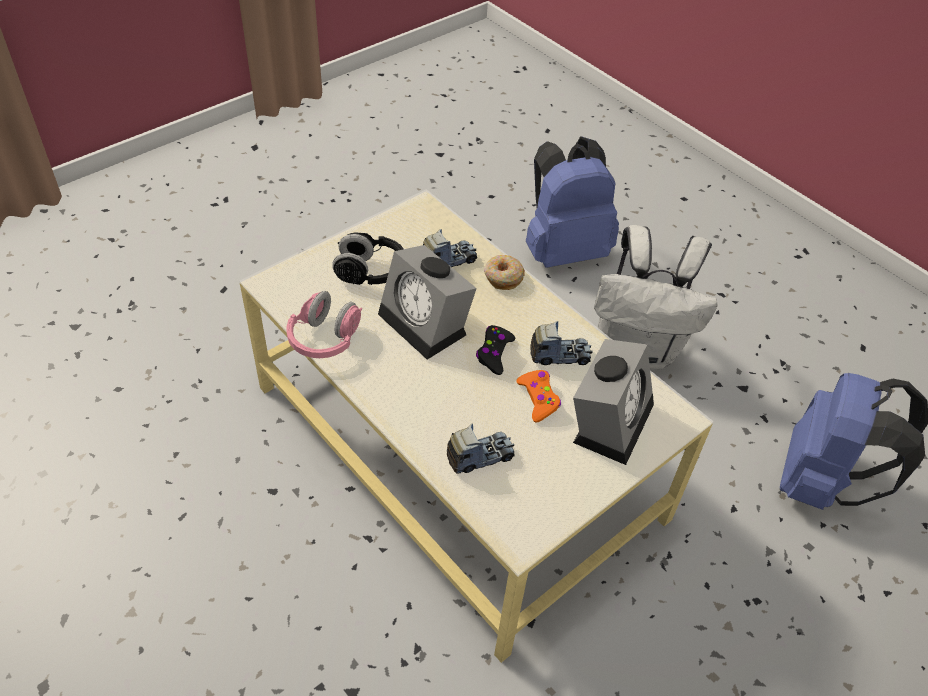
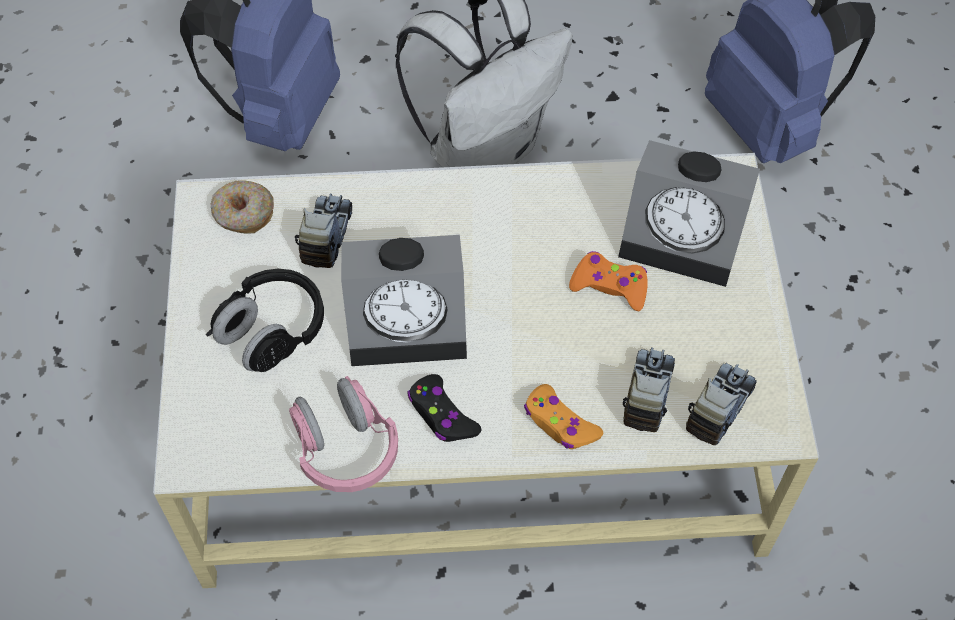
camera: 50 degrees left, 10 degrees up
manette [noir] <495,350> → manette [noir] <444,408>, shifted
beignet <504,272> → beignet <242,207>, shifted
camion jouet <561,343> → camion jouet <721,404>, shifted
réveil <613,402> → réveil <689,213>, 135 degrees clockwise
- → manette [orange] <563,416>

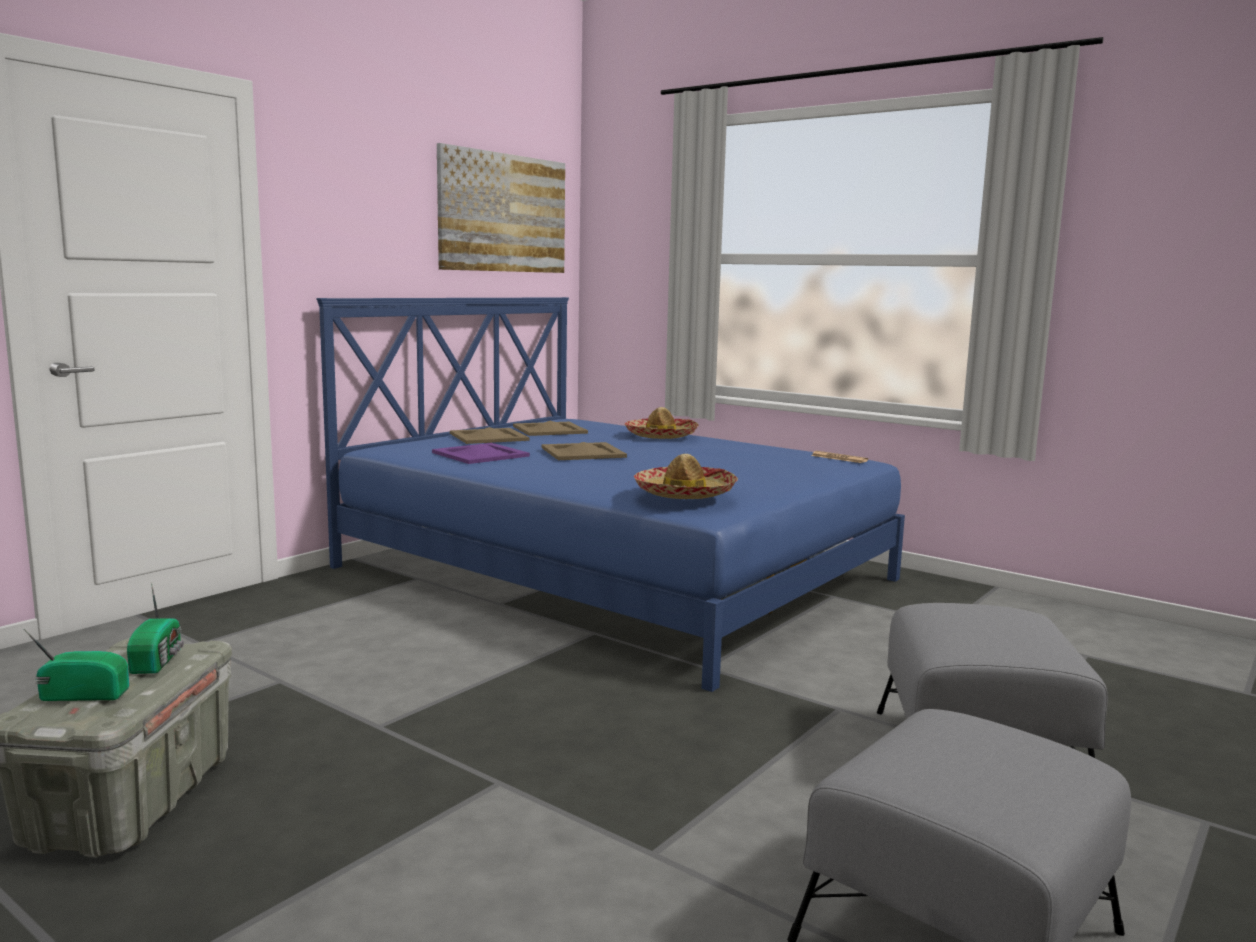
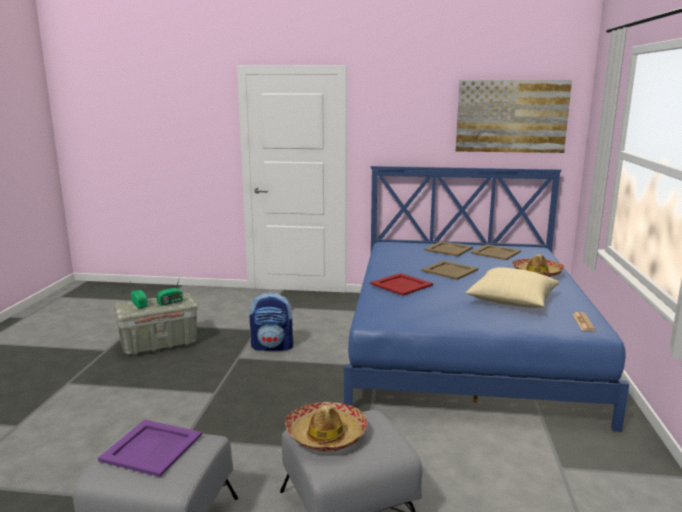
camera: 60 degrees right, 5 degrees up
plateau [violet] <481,453> → plateau [violet] <150,448>, shifted
chapeau <686,476> → chapeau <326,427>, shifted
- → sac à dos <272,321>
- → plateau [rouge] <401,284>
- → coussin [beige] <512,287>

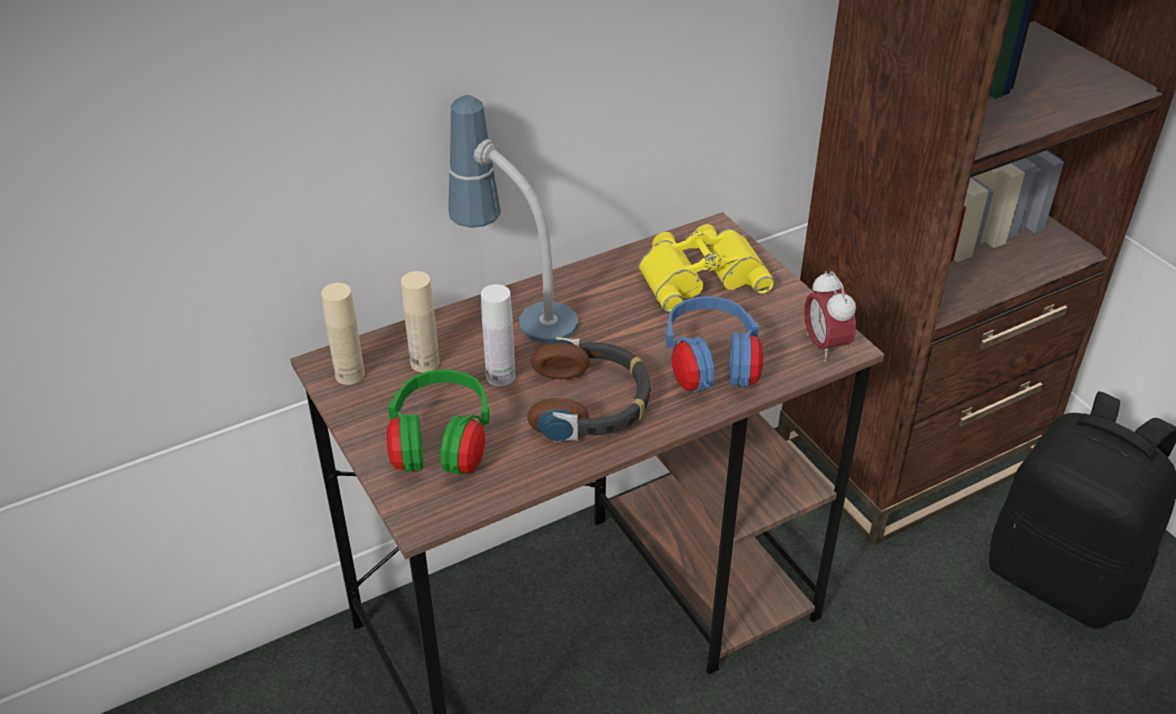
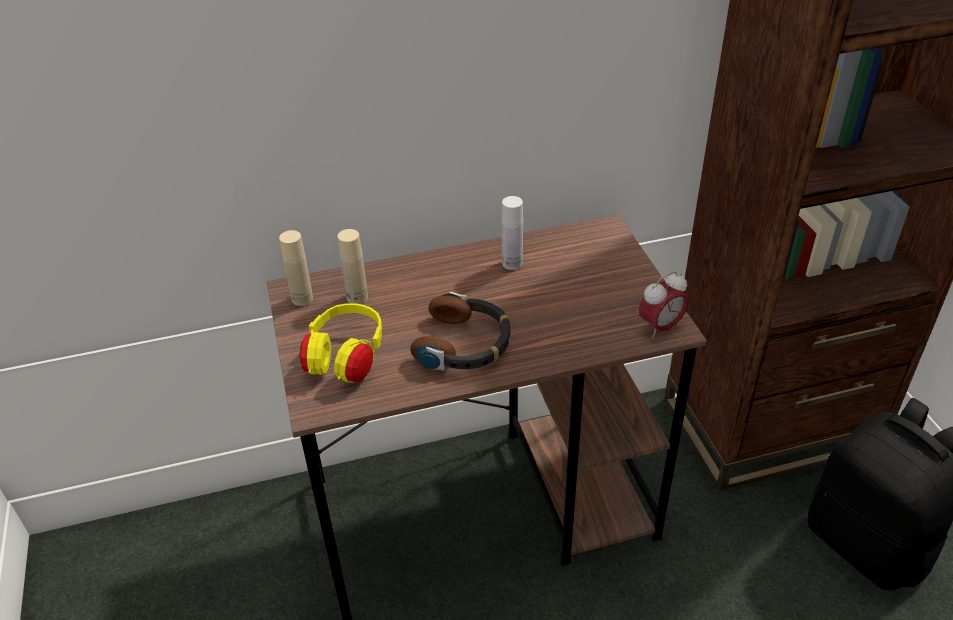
camera: 15 degrees right, 0 degrees up
casque audio [vert] <438,422> → casque audio [jaune] <341,343>
lampe de table <513,219> → -
bouteille [blanc] <498,335> → bouteille [blanc] <512,233>, shifted
jumelles [jaune] <707,268> → -
casque audio [bleu] <714,344> → -
réveil <830,316> → réveil <663,304>, 120 degrees counterclockwise

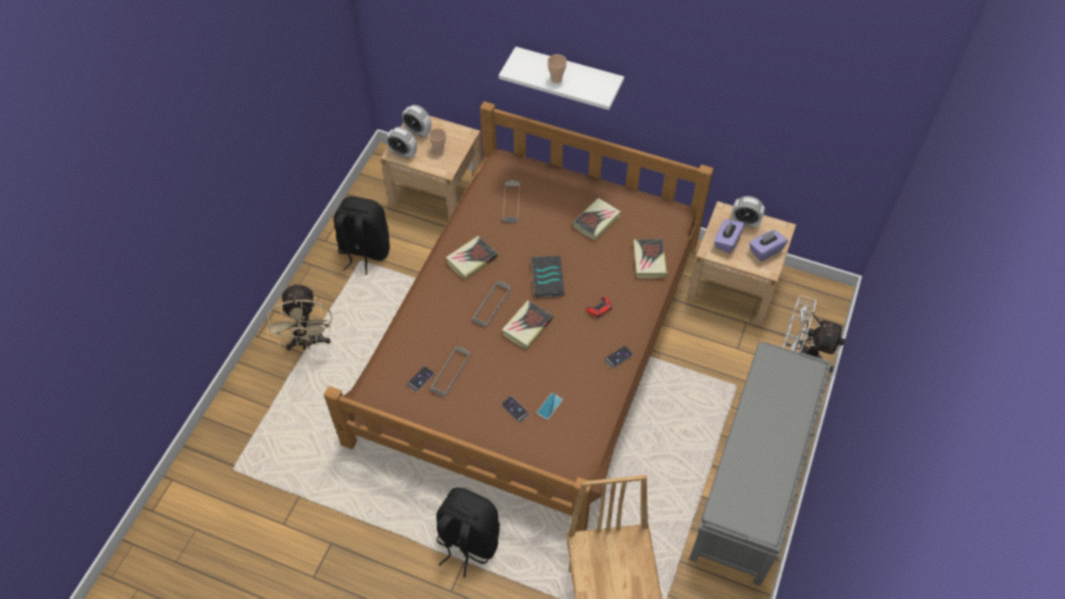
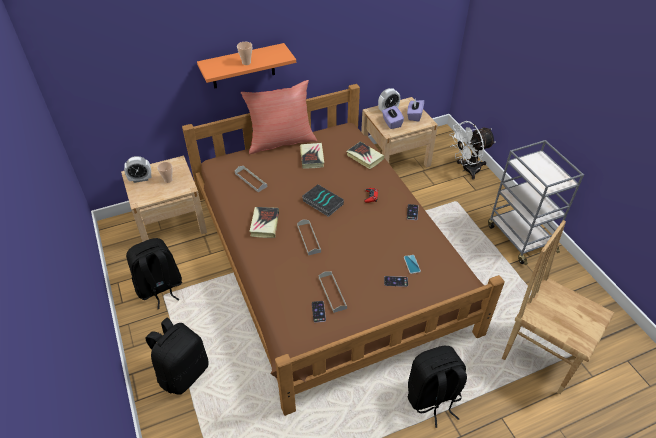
camera: 45 degrees left, 10 degrees down
ventilateur [beige] <298,316> → sac à dos [noir] <177,356>
réveil <401,143> → -
étagère [blanc] <561,78> → étagère [orange] <246,66>
livre <527,325> → -
banc [gris] <760,464> → chariot [gris] <536,202>
- → coussin [rouge] <279,117>

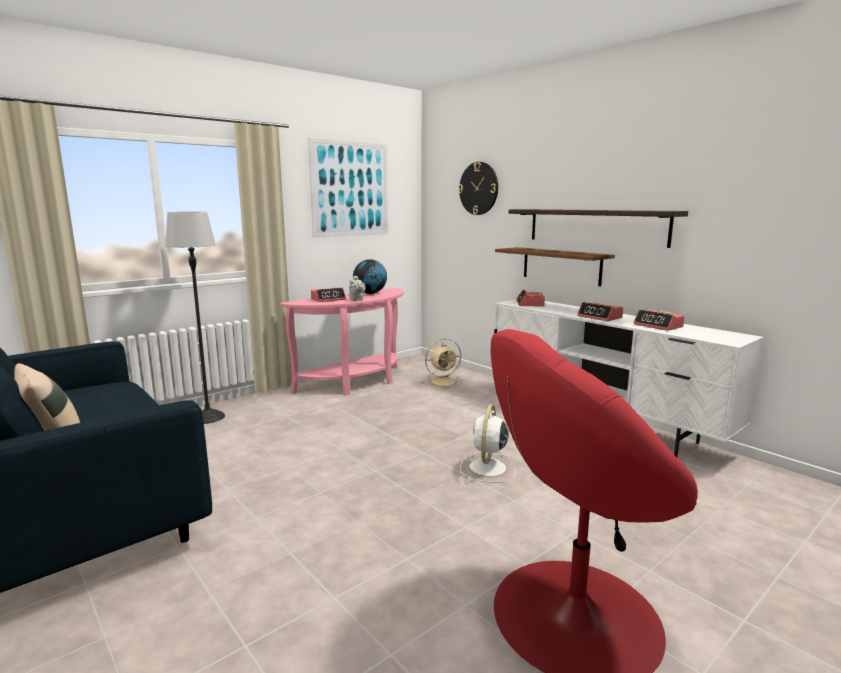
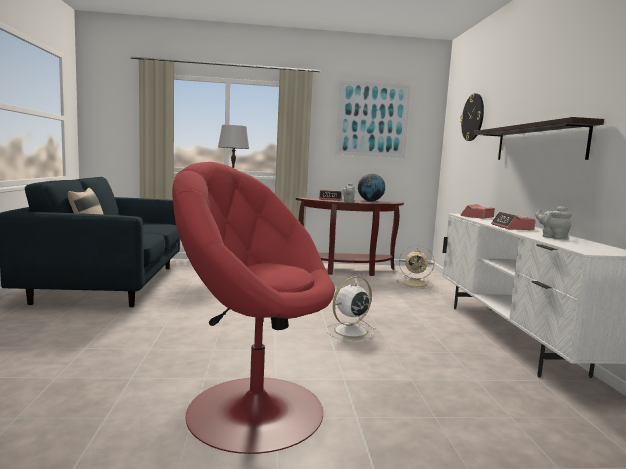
camera: 35 degrees right, 5 degrees down
table console [rose] <341,341> → table console [marron] <350,236>
étagère [marron] <555,266> → -
réveil <659,320> → théière [gris] <553,222>

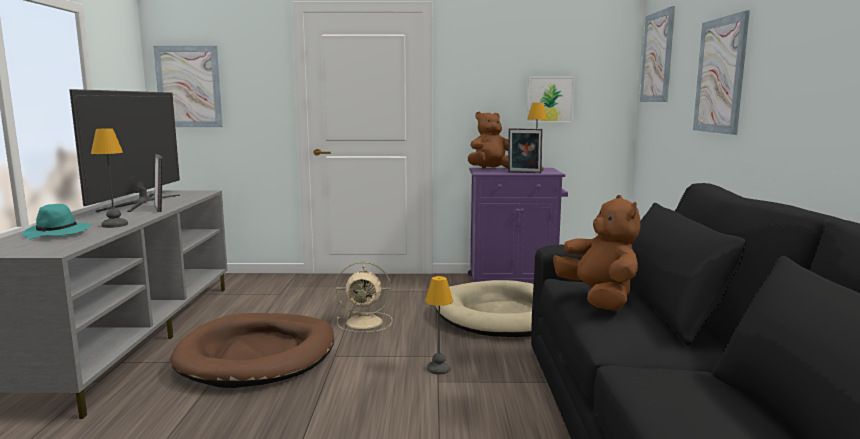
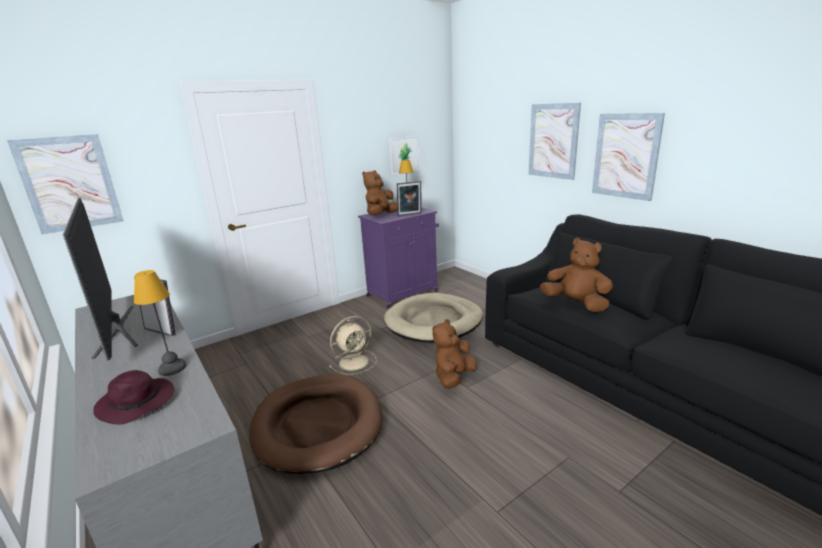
camera: 35 degrees left, 10 degrees up
chapeau [turquoise] <56,221> → chapeau [violet] <133,397>
lampe de table <439,325> → peluche [marron] <454,354>
tableau <657,54> → tableau <628,157>, shifted

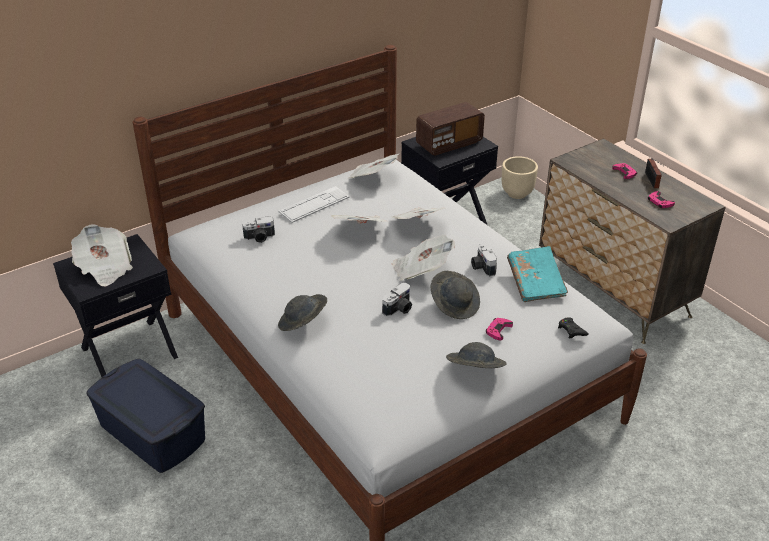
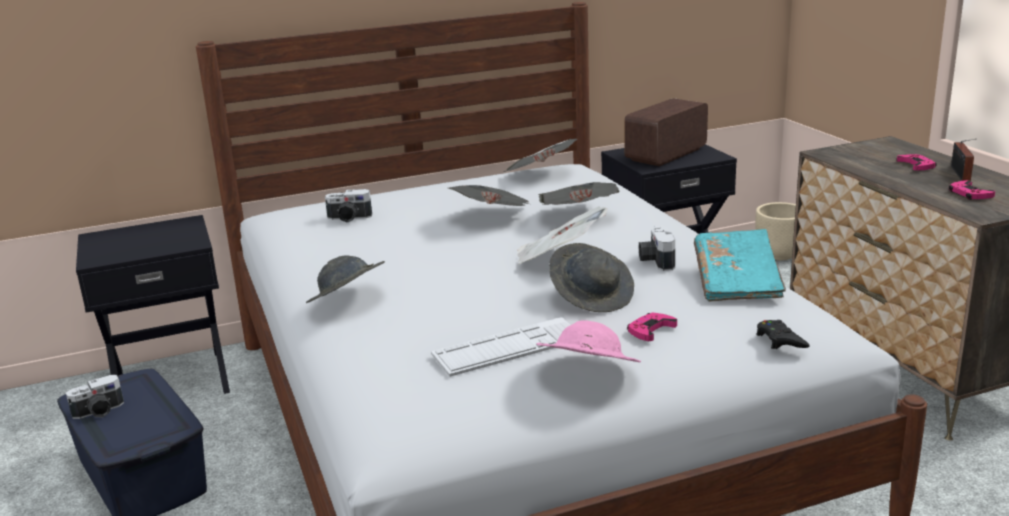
camera: 15 degrees right, 15 degrees down
journal <102,255> → -
clavier <313,204> → clavier <500,347>, shifted
appareil photo <397,299> → appareil photo <95,397>, shifted
radio <450,129> → radio <666,132>, 150 degrees clockwise
chapeau [gris] <476,355> → chapeau [rose] <588,341>

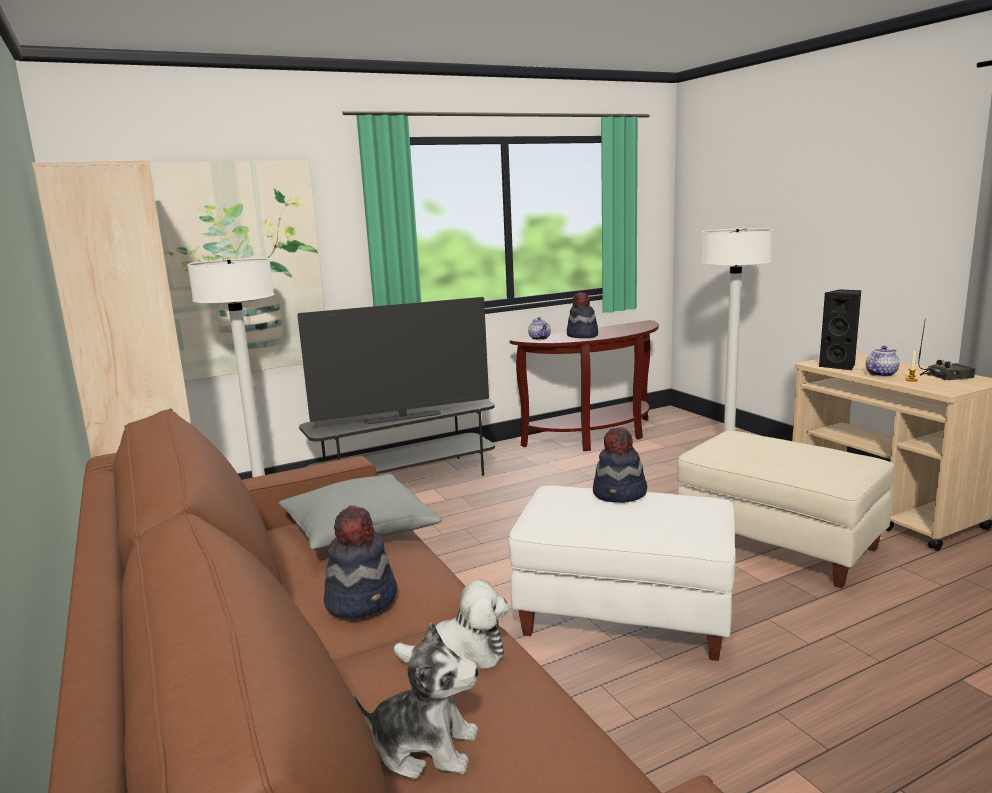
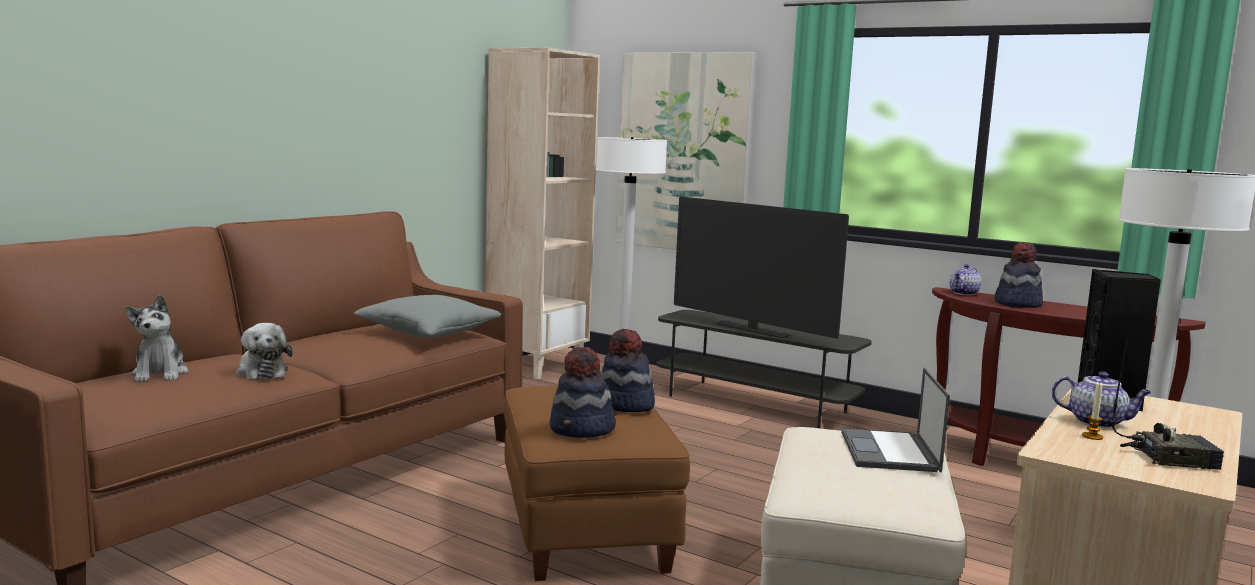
camera: 60 degrees right, 5 degrees down
chapeau <360,561> → chapeau <582,392>, shifted
pouf [blanc] <622,573> → pouf [marron] <597,483>
radio <946,349> → radio <1168,404>, 45 degrees counterclockwise
- → ordinateur portable <895,420>

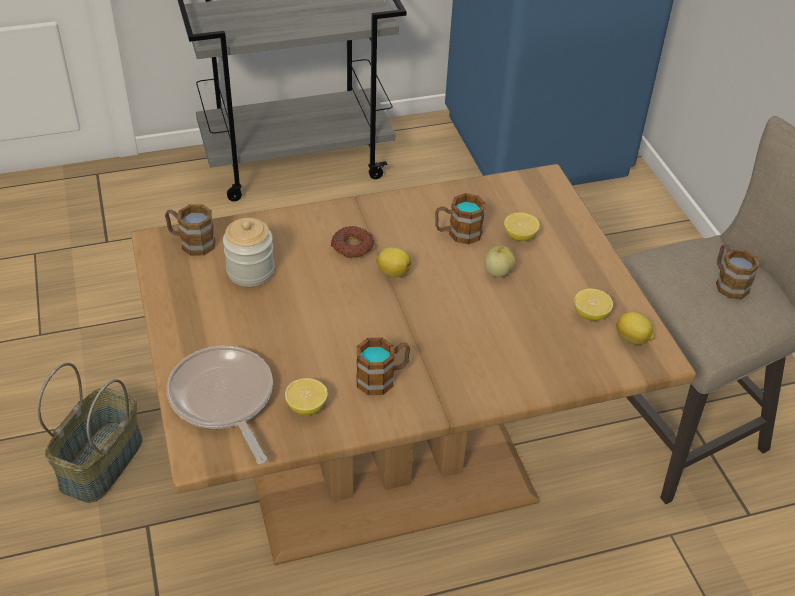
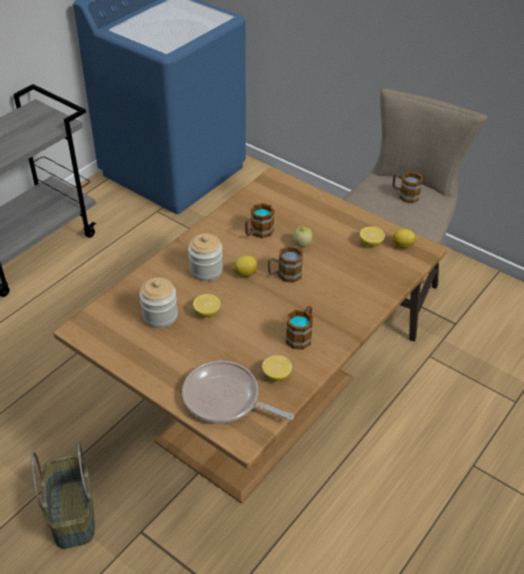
camera: 35 degrees left, 0 degrees up
mug <190,229> → mug <285,264>, shifted
beignet <352,242> → bocal <205,257>
citron <522,226> → citron <207,305>, shifted

